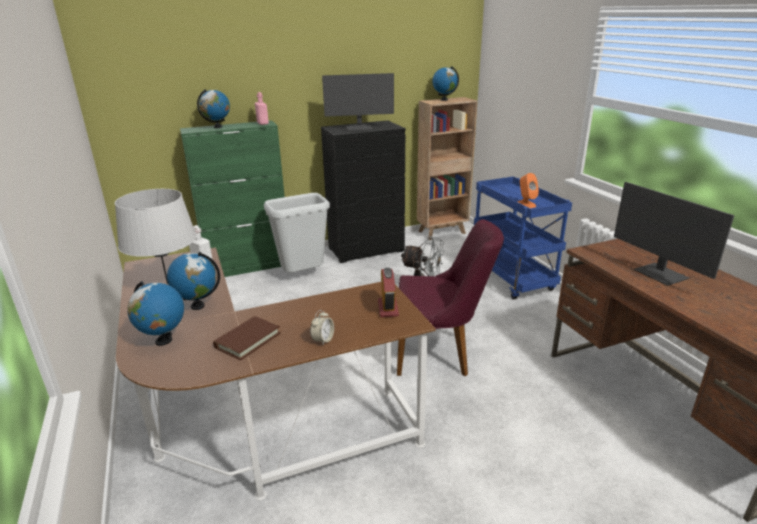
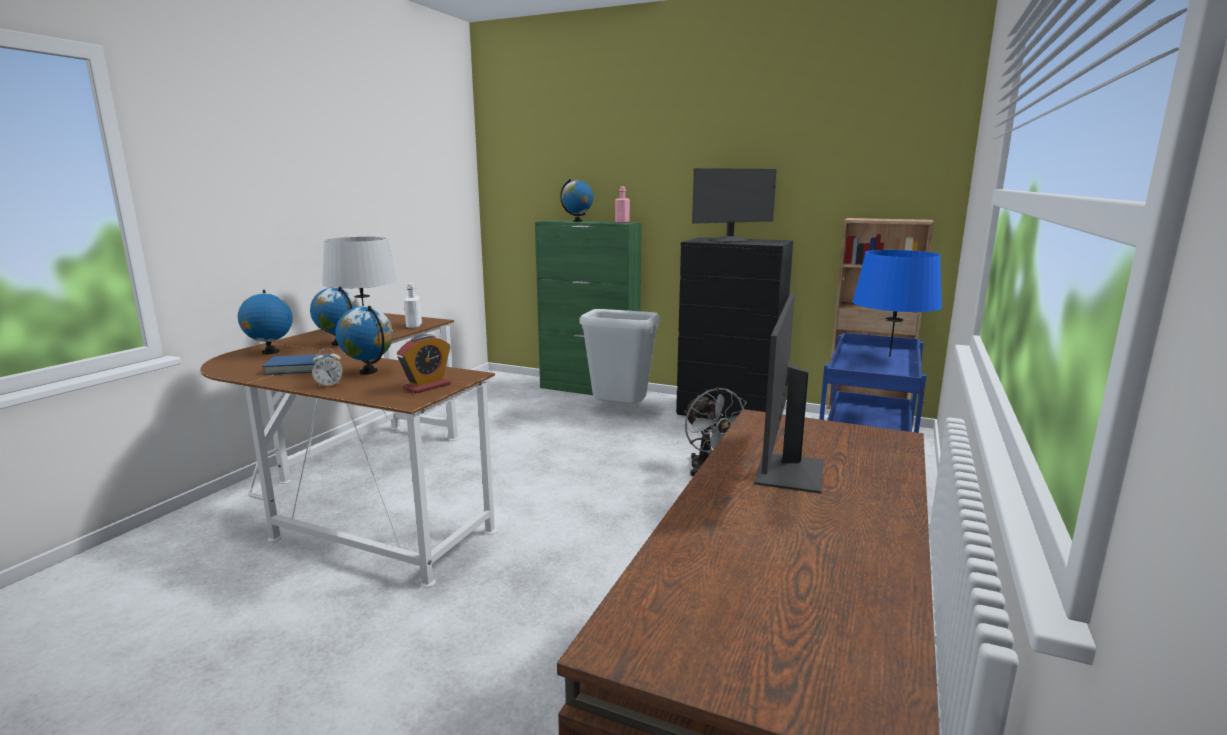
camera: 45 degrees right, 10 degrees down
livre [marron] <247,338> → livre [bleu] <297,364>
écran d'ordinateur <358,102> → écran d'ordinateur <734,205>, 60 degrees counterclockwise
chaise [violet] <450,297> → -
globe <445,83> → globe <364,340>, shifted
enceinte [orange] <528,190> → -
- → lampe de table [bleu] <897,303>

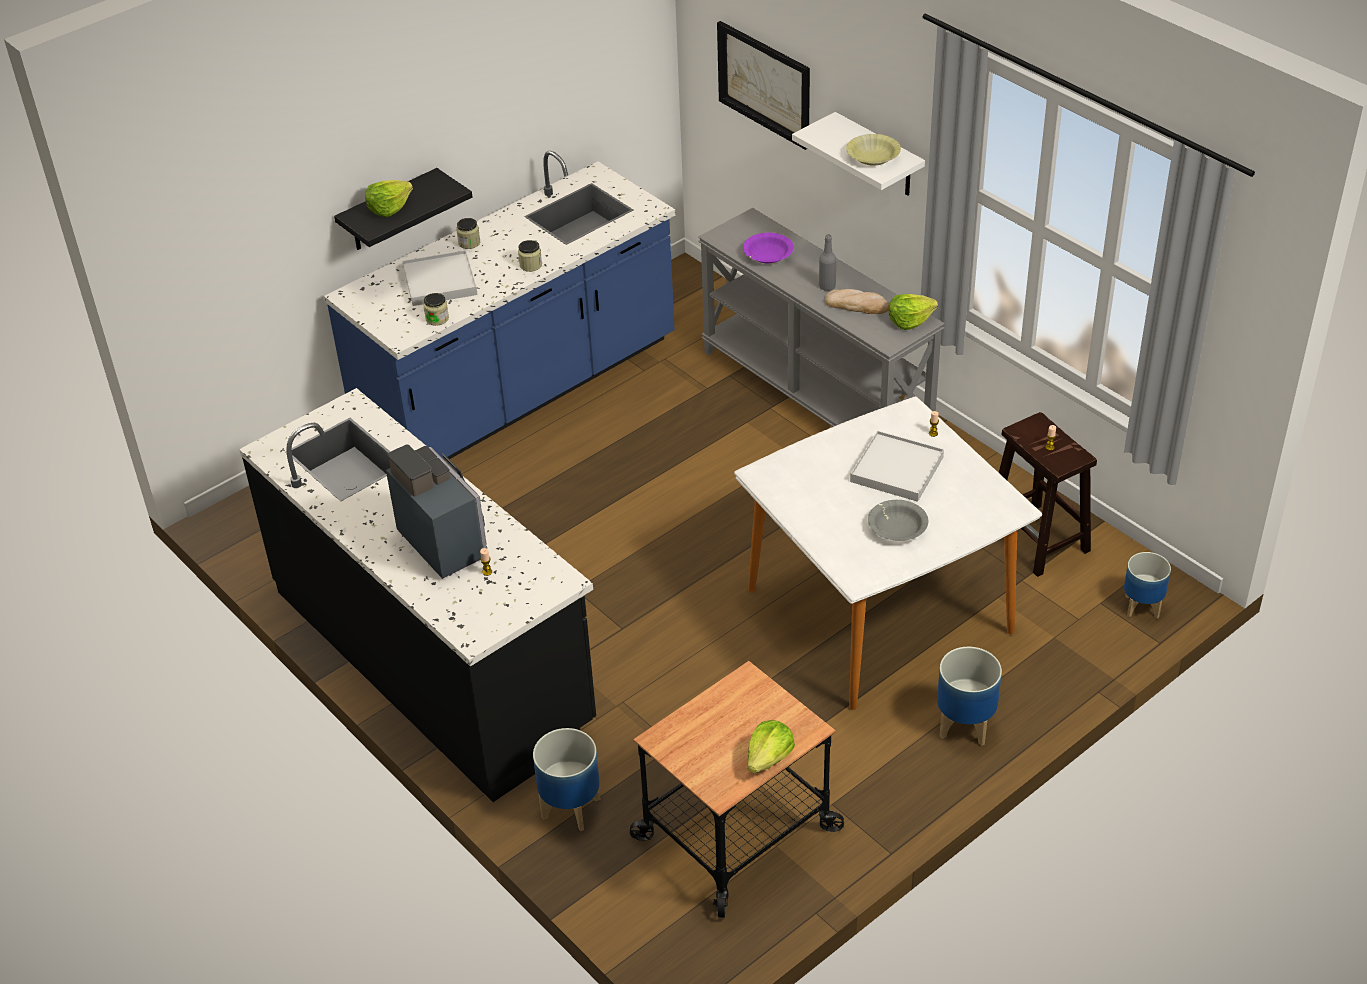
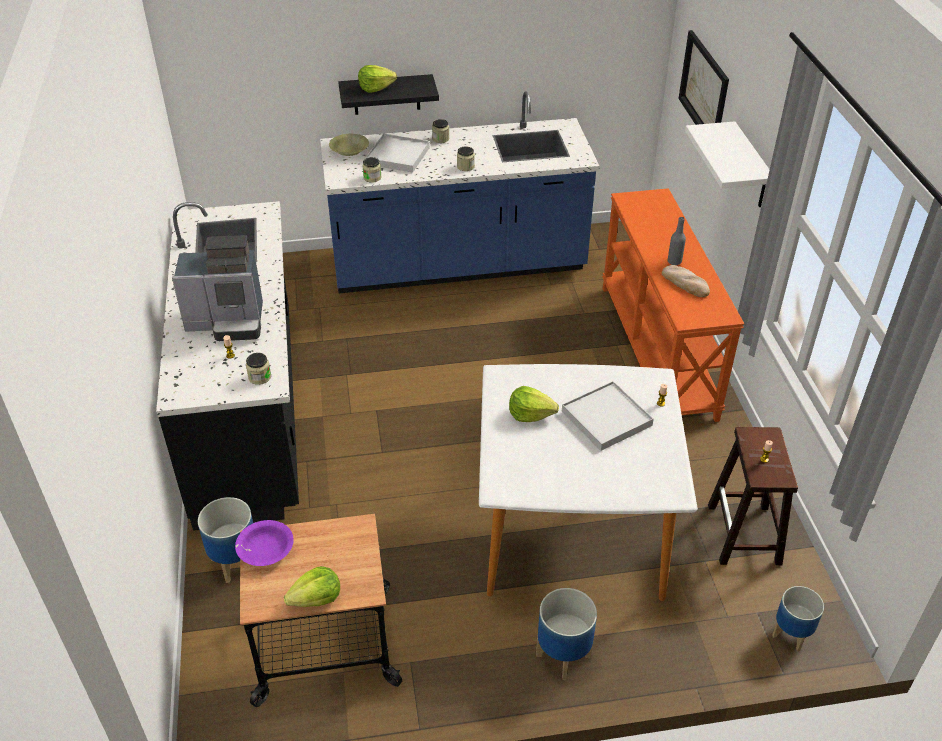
camera: 30 degrees right, 0 degrees up
machine à café <436,511> → machine à café <217,288>, 90 degrees clockwise
table console [gris] <821,317> → table console [orange] <673,305>
bol [violet] <768,248> → bol [violet] <264,543>, shifted
bol [jaune] <873,150> → bol [jaune] <349,145>, shifted
bol [gris] <898,520> → -
laitue <913,312> → laitue <534,404>, shifted
- → bocal <258,369>

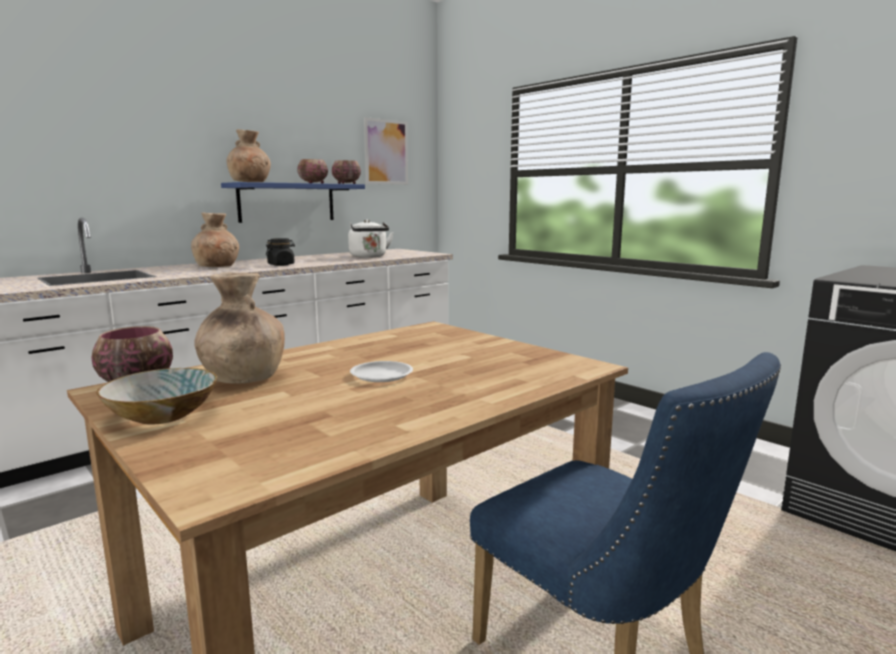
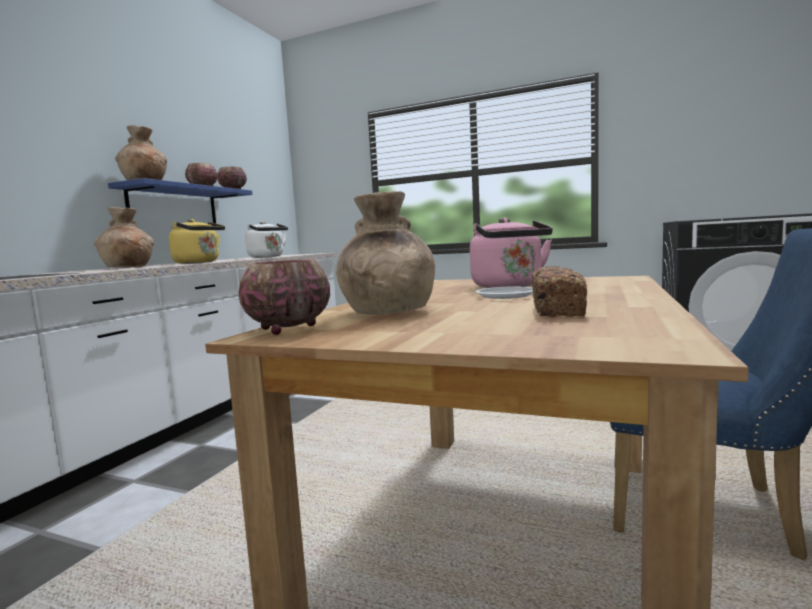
camera: 25 degrees left, 5 degrees down
bol <156,396> → -
bocal [noir] <280,252> → bouilloire [jaune] <197,241>
tableau <386,151> → -
- → bouilloire [rose] <511,252>
- → pain <559,291>

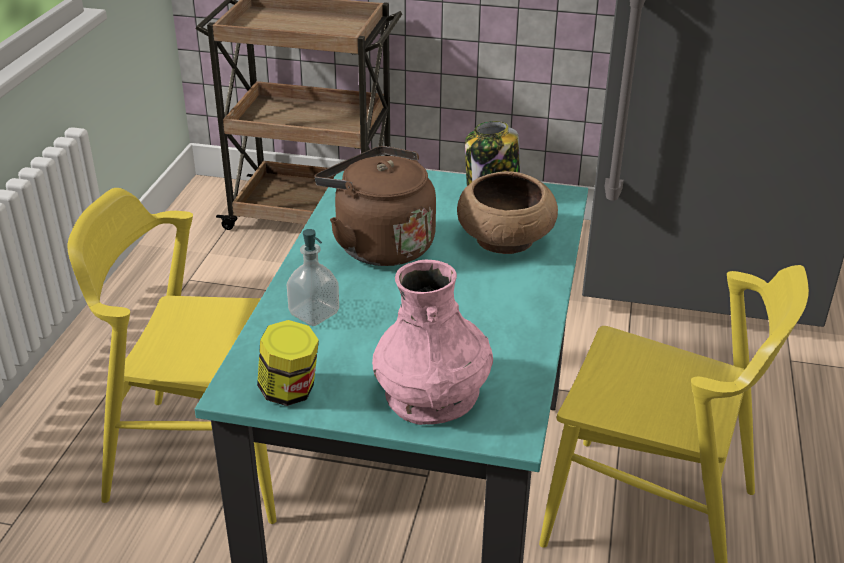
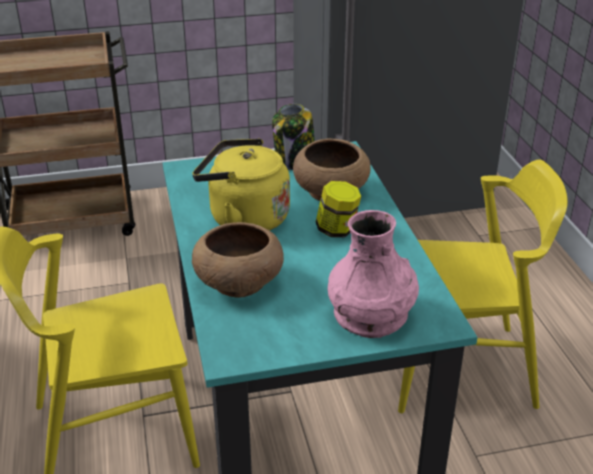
camera: 25 degrees left, 0 degrees up
bocal <288,363> → bocal <338,209>, shifted
distributeur de savon <313,277> → bol [marron] <238,260>
bouilloire [marron] <375,206> → bouilloire [jaune] <241,184>

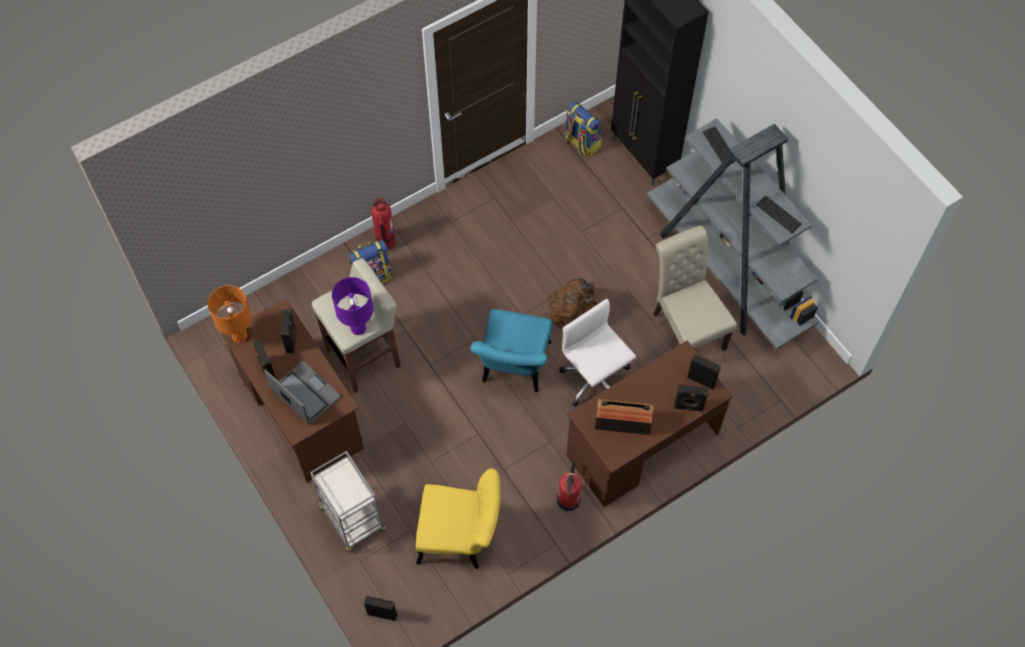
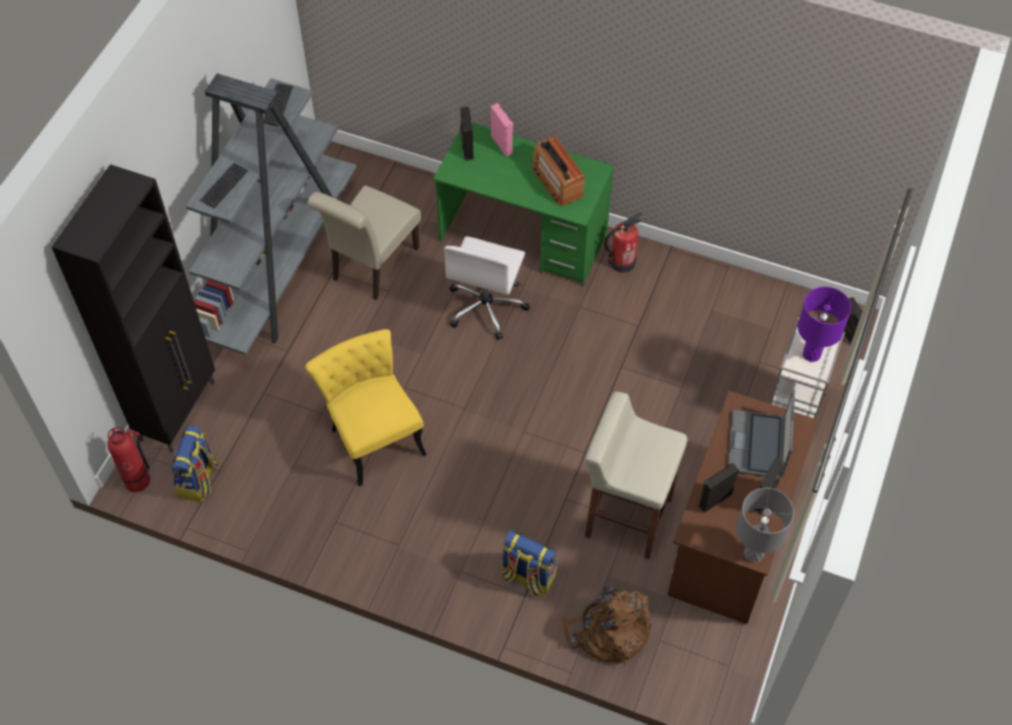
camera: 125 degrees left, 5 degrees down
lampe de table [orange] <230,314> → lampe de table [gris] <765,525>
lampe de table [violet] <352,306> → lampe de table [violet] <824,324>, shifted
extincteur <383,224> → extincteur <128,459>, shifted
chaise [jaune] <458,519> → chaise [jaune] <366,407>, shifted
chaise [turquoise] <511,351> → -
sac à dos [marron] <575,303> → sac à dos [marron] <606,626>, shifted
bureau [marron] <649,423> → bureau [vert] <523,204>
enceinte [noir] <691,398> → enceinte [rose] <502,129>

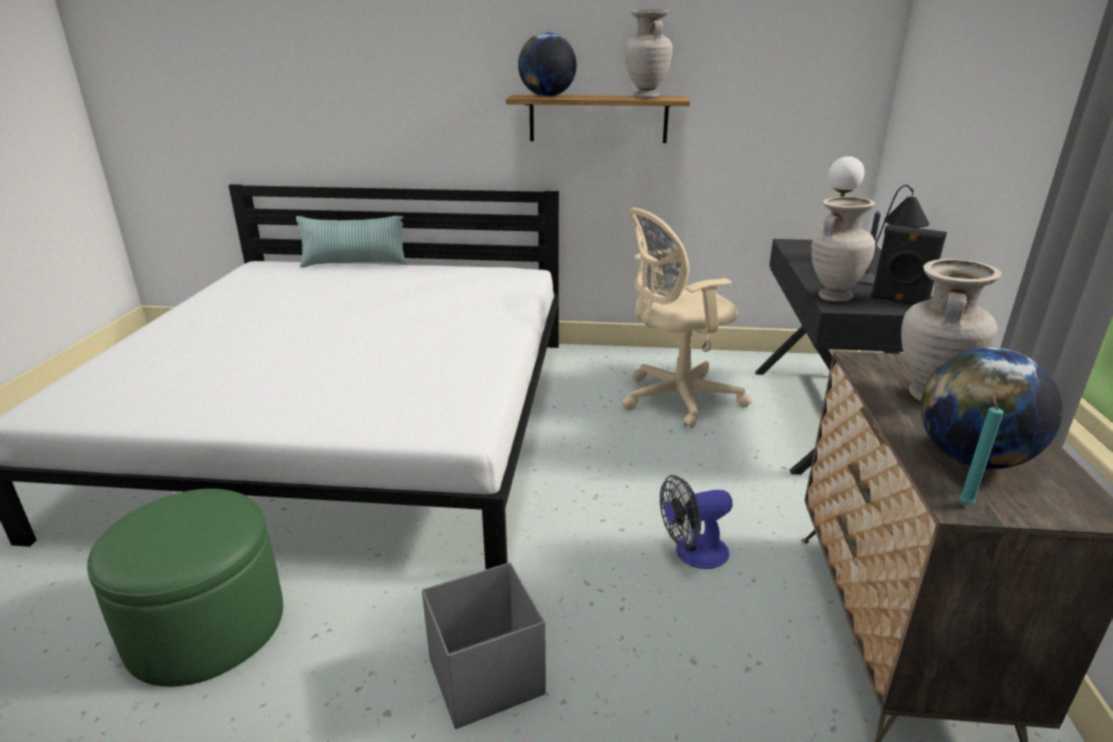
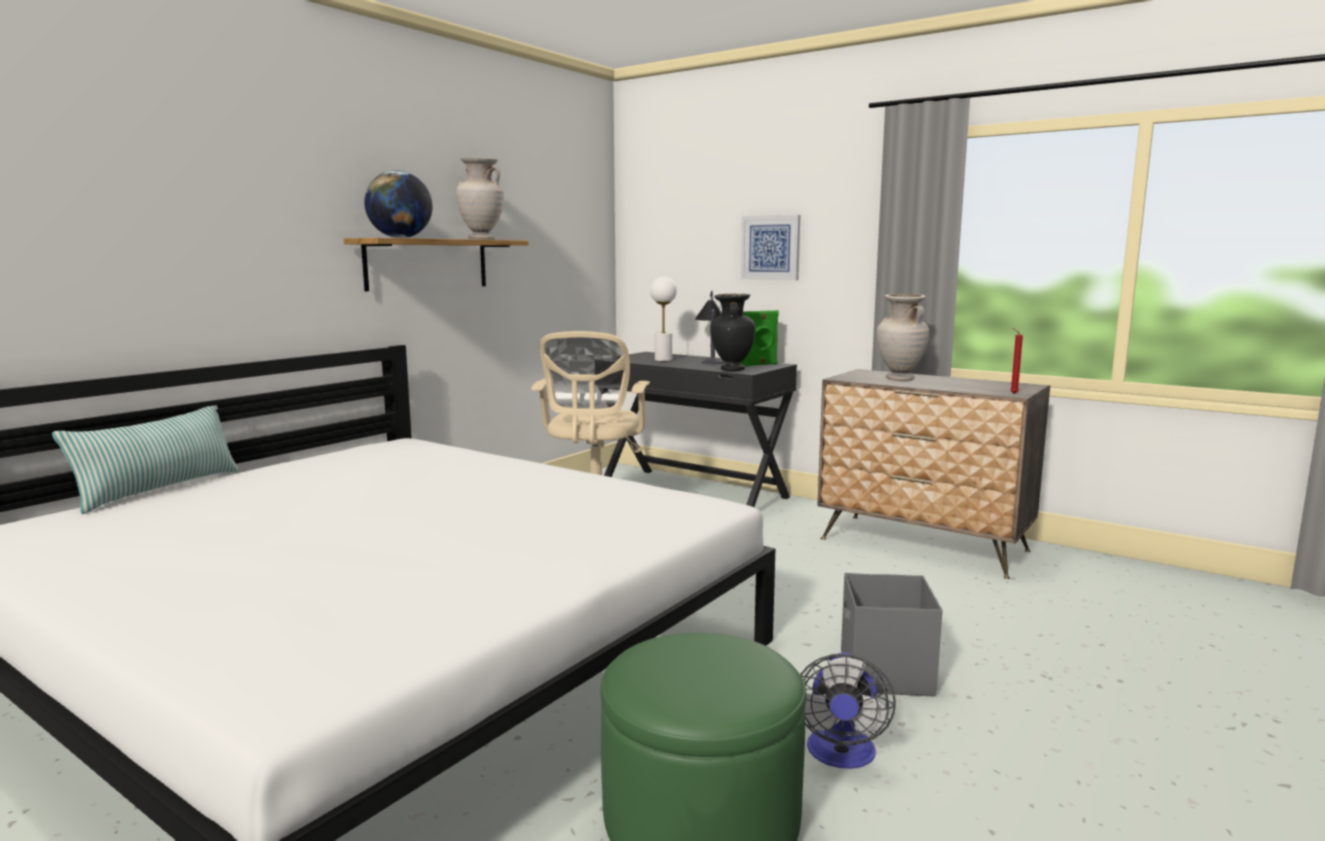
camera: 60 degrees left, 15 degrees down
ventilateur <696,522> → ventilateur <848,710>, shifted
vase [beige] <843,249> → vase [noir] <732,332>
enceinte [noir] <908,264> → enceinte [vert] <759,338>
globe <991,408> → -
bougie [turquoise] <981,449> → bougie [rouge] <1016,361>
- → tableau <770,248>

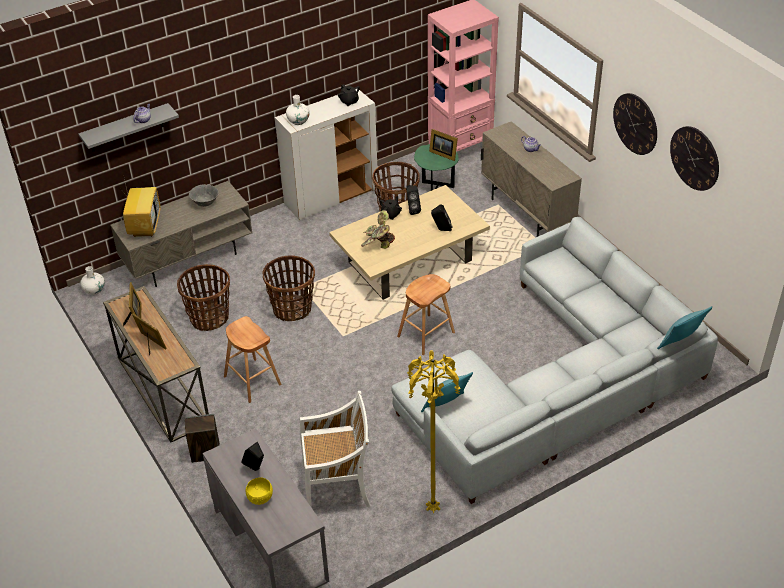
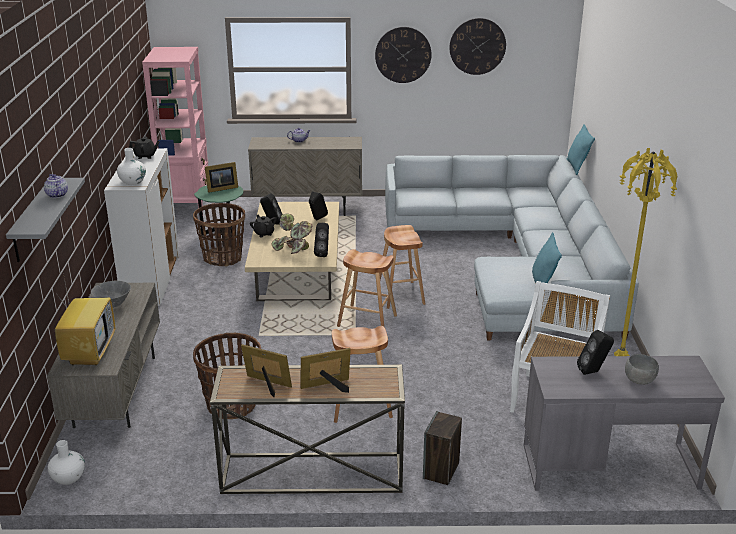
camera: 60 degrees left, 15 degrees down
téléviseur <142,208> → téléviseur <85,319>, 60 degrees clockwise
bol [jaune] <259,491> → bol [gris] <642,369>
panier <289,288> → -
- → enceinte [noir] <321,240>
- → tabouret [marron] <367,288>

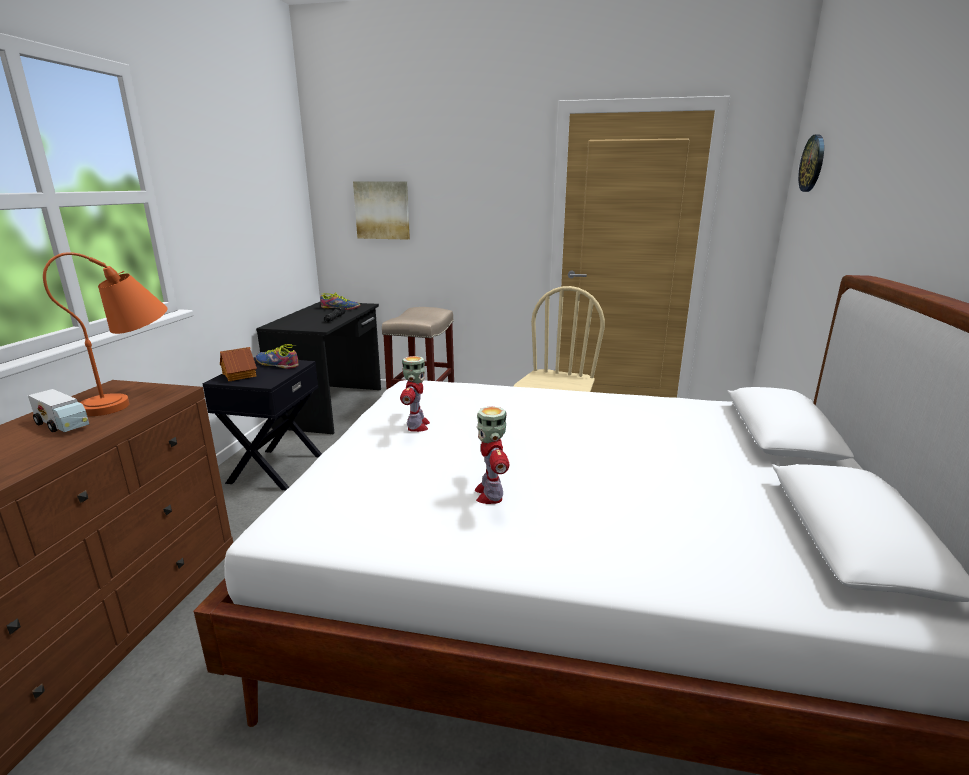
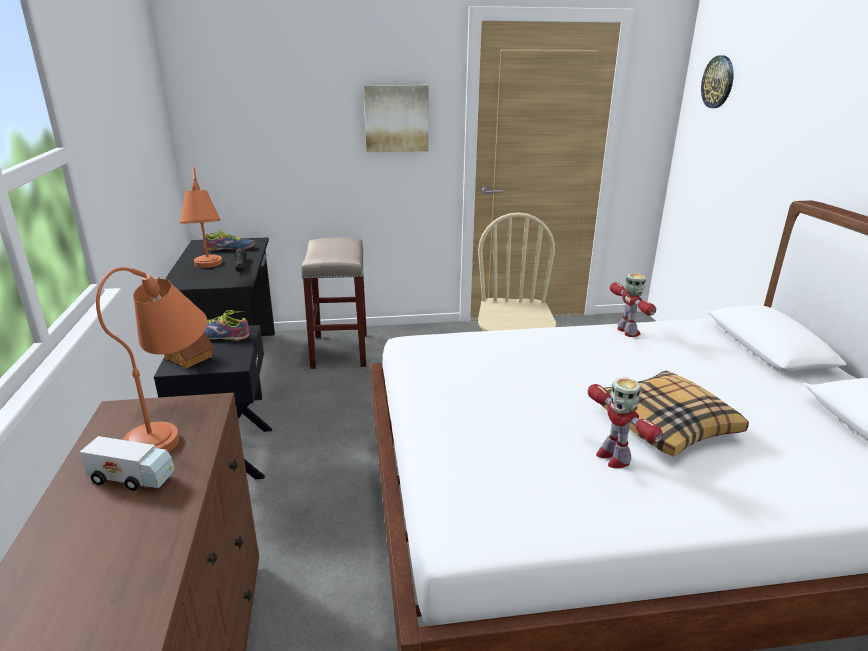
camera: 20 degrees left, 5 degrees up
tableau <381,210> → tableau <396,118>, shifted
robot jouet <415,394> → robot jouet <633,305>, shifted
- → lampe de table [orange] <201,217>
- → coussin <675,414>

